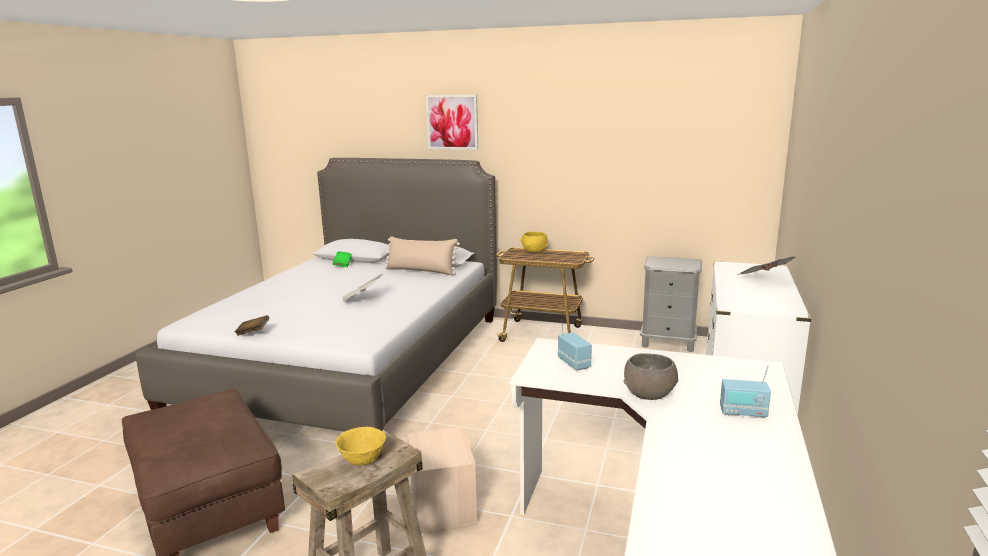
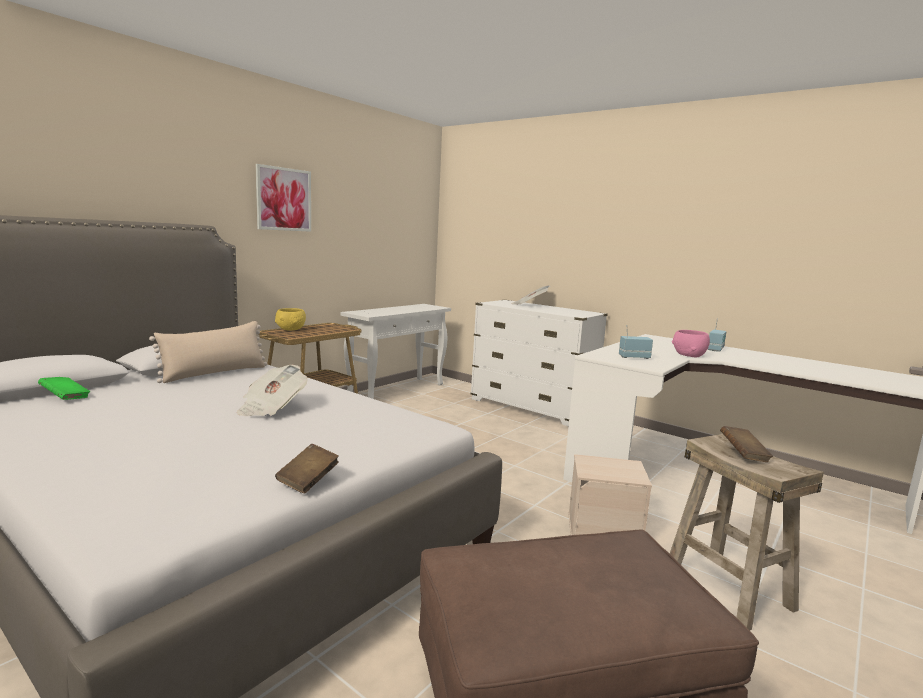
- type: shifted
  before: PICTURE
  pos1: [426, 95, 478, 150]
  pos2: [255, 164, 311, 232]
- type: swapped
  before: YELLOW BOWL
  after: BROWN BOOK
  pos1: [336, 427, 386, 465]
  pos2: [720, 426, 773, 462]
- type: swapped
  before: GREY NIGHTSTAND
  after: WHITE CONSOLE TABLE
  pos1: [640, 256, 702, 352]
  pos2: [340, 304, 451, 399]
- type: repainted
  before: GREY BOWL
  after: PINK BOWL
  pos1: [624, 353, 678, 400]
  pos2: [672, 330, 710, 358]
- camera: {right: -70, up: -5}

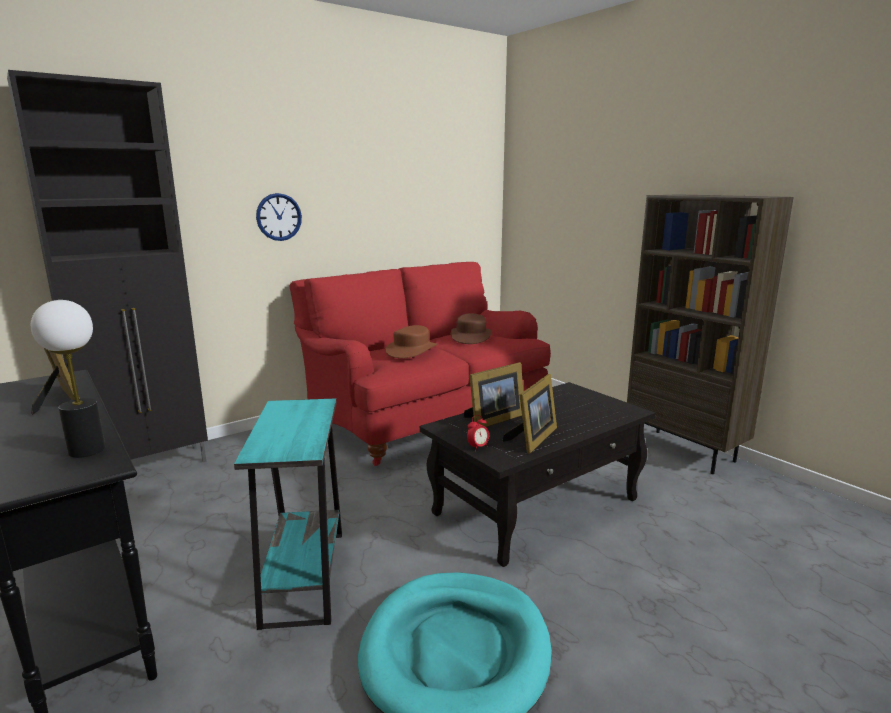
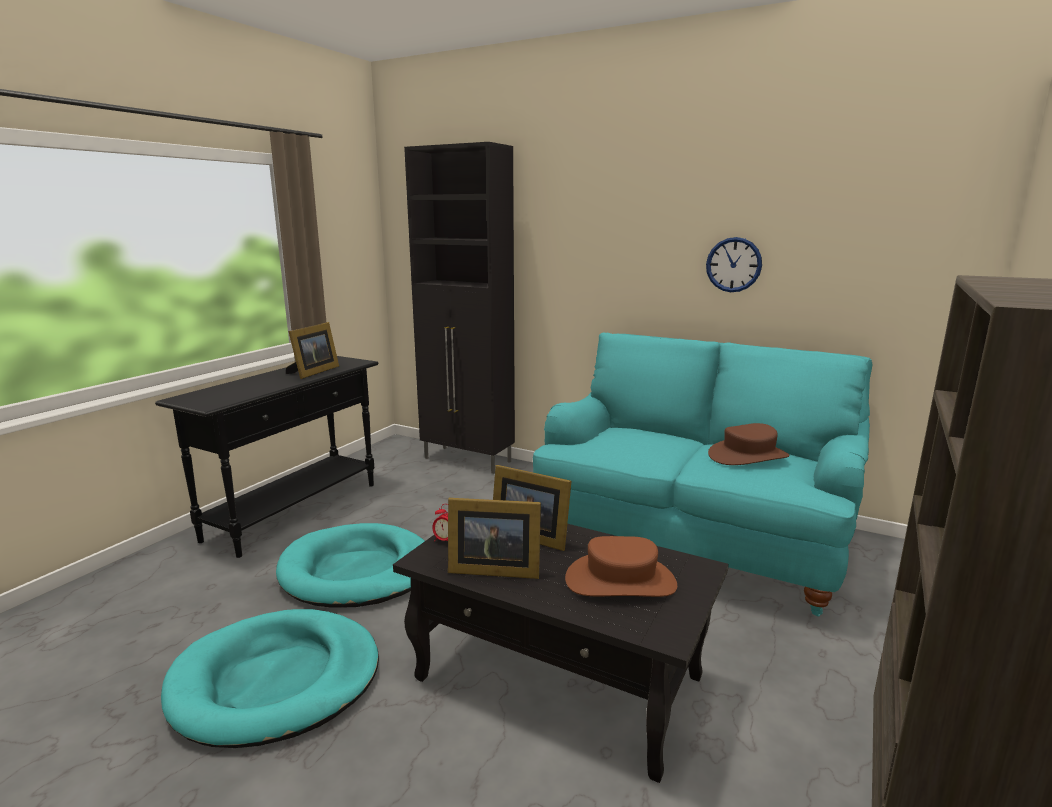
- type: gone
  before: TABLE LAMP
  pos1: [31, 300, 106, 458]
- type: shifted
  before: WALL CLOCK
  pos1: [256, 193, 302, 241]
  pos2: [706, 237, 762, 292]
- type: shifted
  before: BROWN HAT
  pos1: [385, 325, 437, 358]
  pos2: [565, 536, 677, 597]
- type: swapped
  before: TURQUOISE SIDE TABLE
  after: TURQUOISE DOG BED
  pos1: [234, 399, 342, 630]
  pos2: [276, 523, 425, 608]
- type: repainted
  before: RED SOFA
  after: TURQUOISE SOFA
  pos1: [290, 262, 551, 466]
  pos2: [533, 333, 873, 617]
- camera: {right: 65, up: 0}

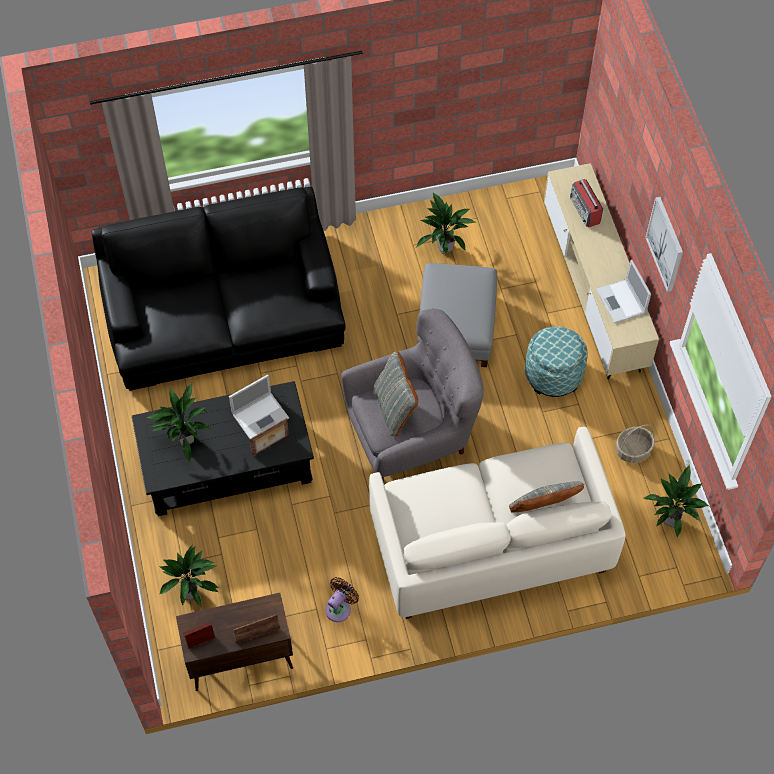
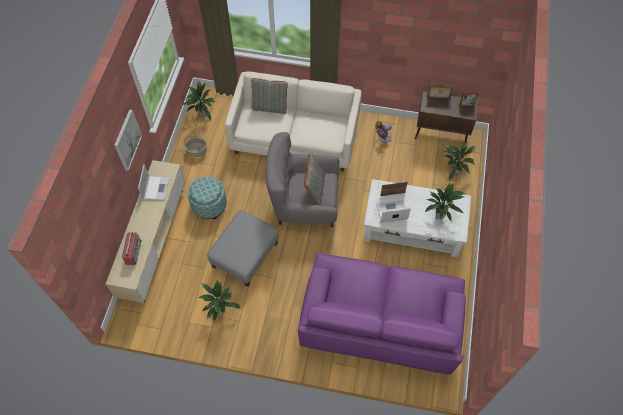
- type: repainted
  before: BLACK SOFA
  after: PURPLE SOFA
  pos1: [91, 187, 346, 391]
  pos2: [298, 253, 466, 374]
- type: repainted
  before: BLACK COFFEE TABLE
  after: WHITE COFFEE TABLE
  pos1: [132, 381, 314, 516]
  pos2: [363, 179, 471, 257]
- camera: {right: -155, up: 0}

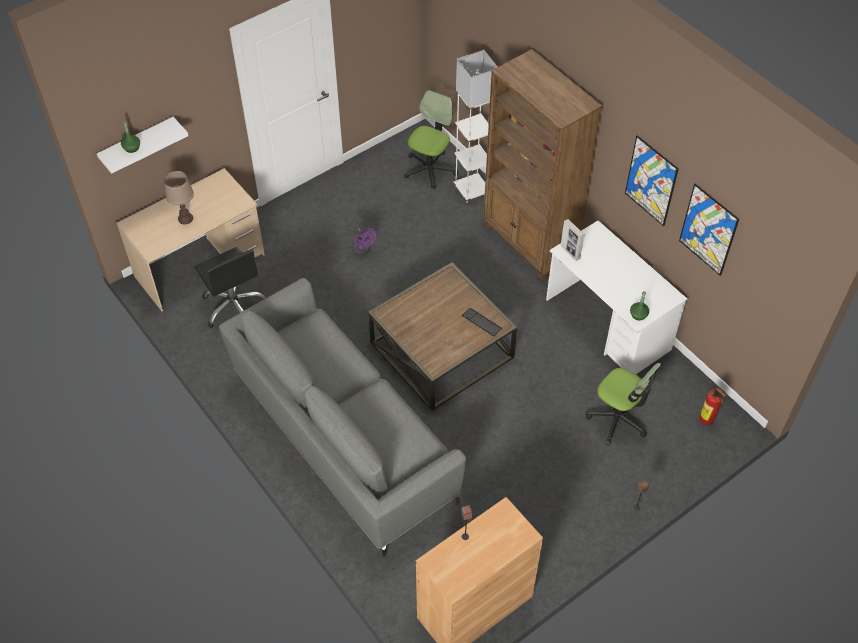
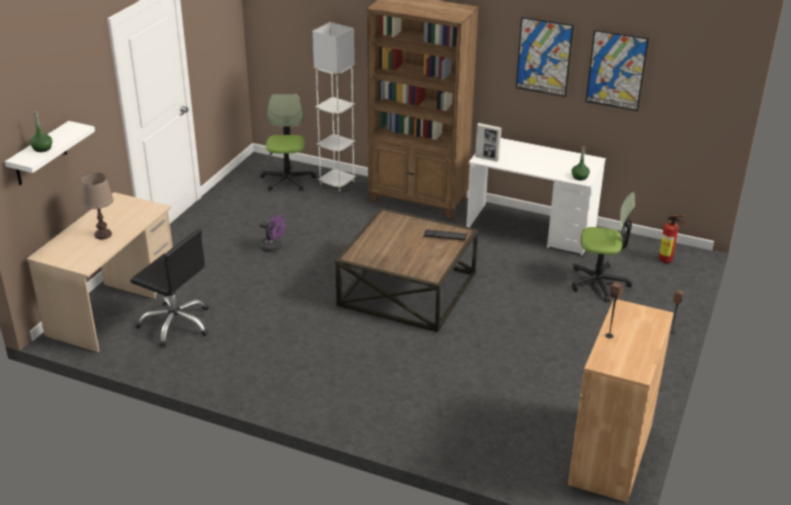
- type: gone
  before: GREY SOFA
  pos1: [219, 278, 466, 556]
- camera: {right: -30, up: -20}

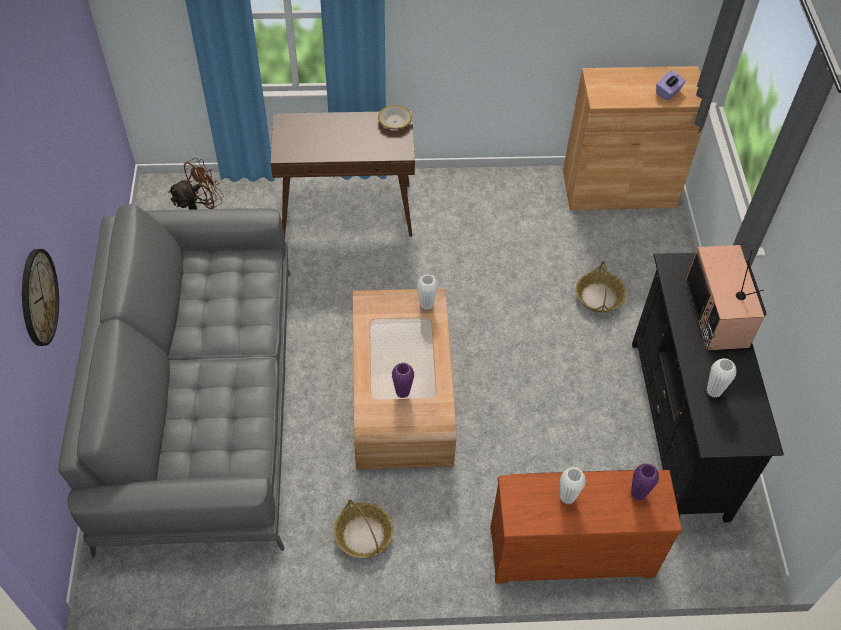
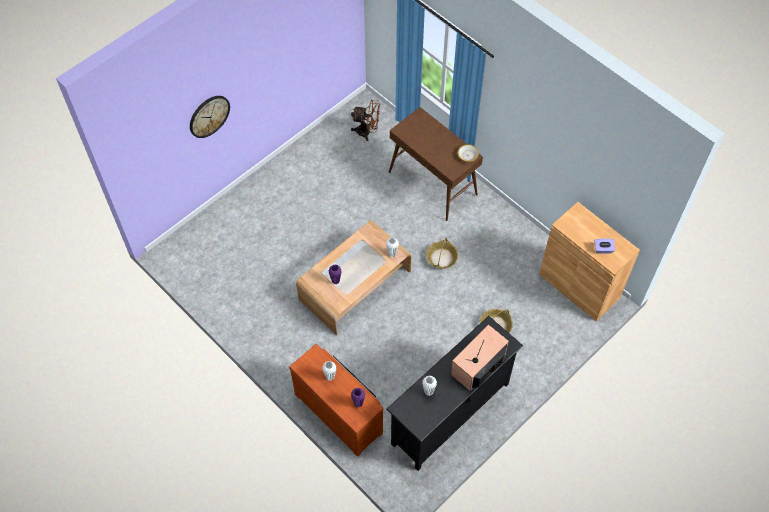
- type: gone
  before: GREY SOFA
  pos1: [58, 204, 290, 558]
- type: shifted
  before: BASKET
  pos1: [334, 500, 393, 558]
  pos2: [426, 237, 458, 269]
- camera: {right: 50, up: 5}

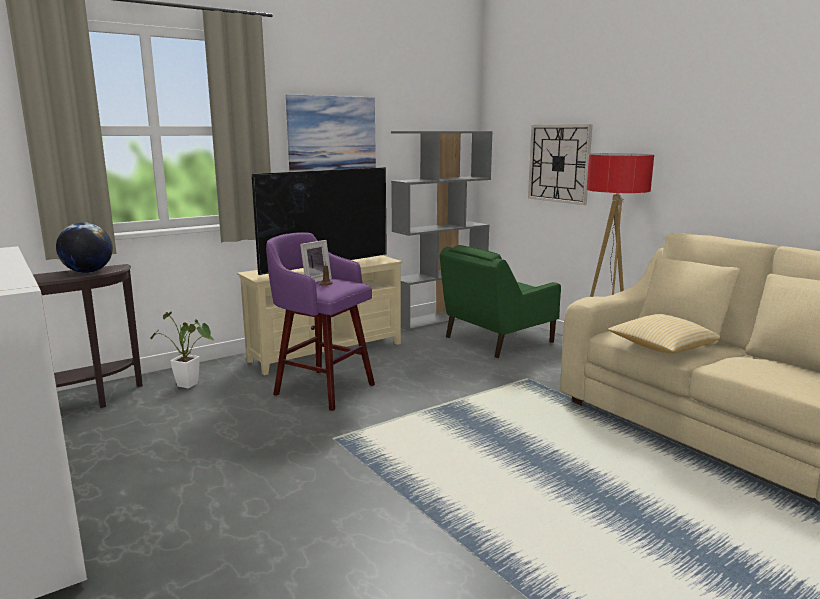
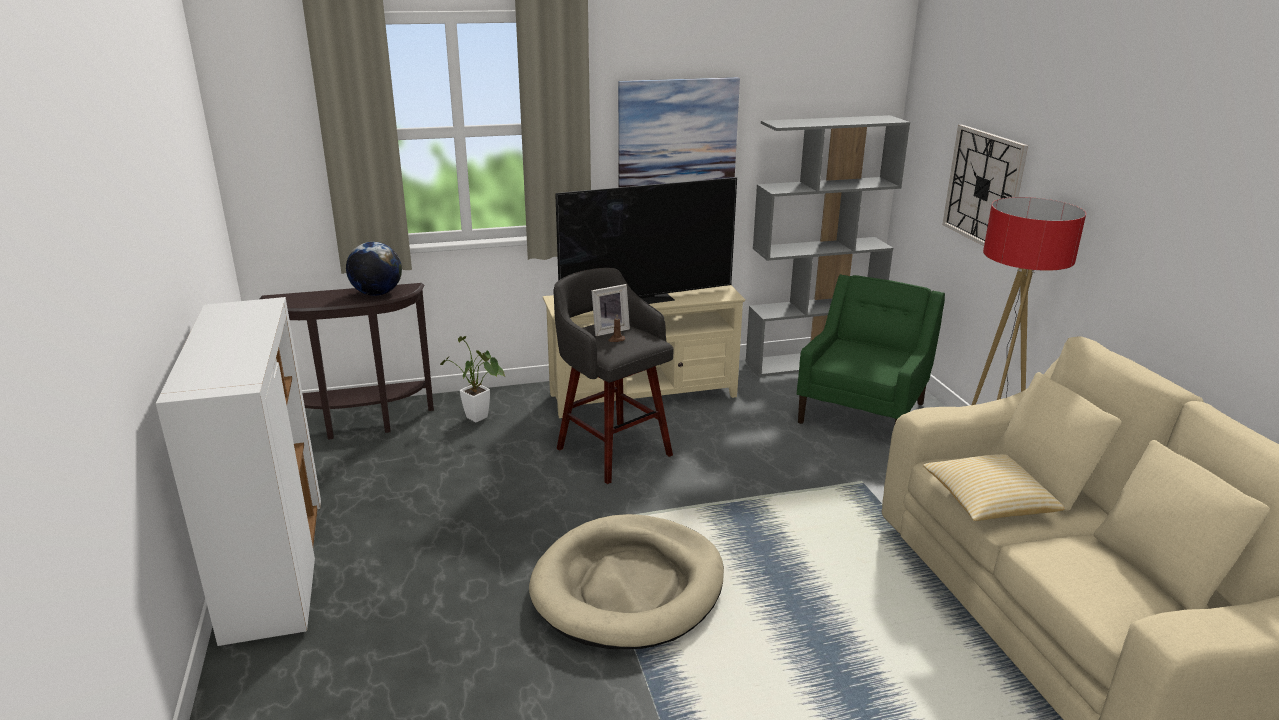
- type: new
  after: BEIGE DOG BED
  pos2: [529, 514, 724, 649]
- type: repainted
  before: PURPLE STOOL
  after: GREY STOOL
  pos1: [266, 232, 375, 411]
  pos2: [553, 268, 674, 484]
- type: rotated
  before: GREEN ARMCHAIR
  pos1: [440, 245, 561, 359]
  pos2: [797, 274, 945, 424]
  turn: 135
- camera: {right: 20, up: 10}

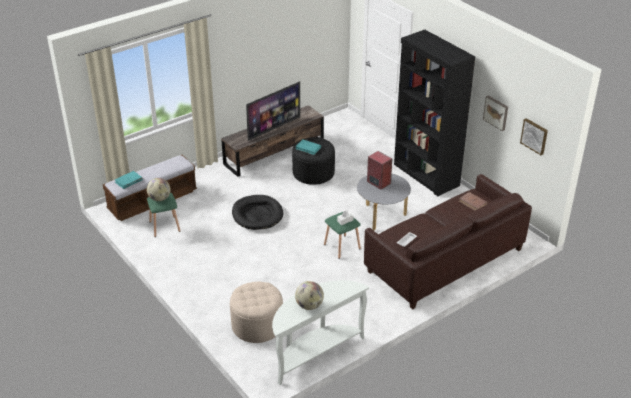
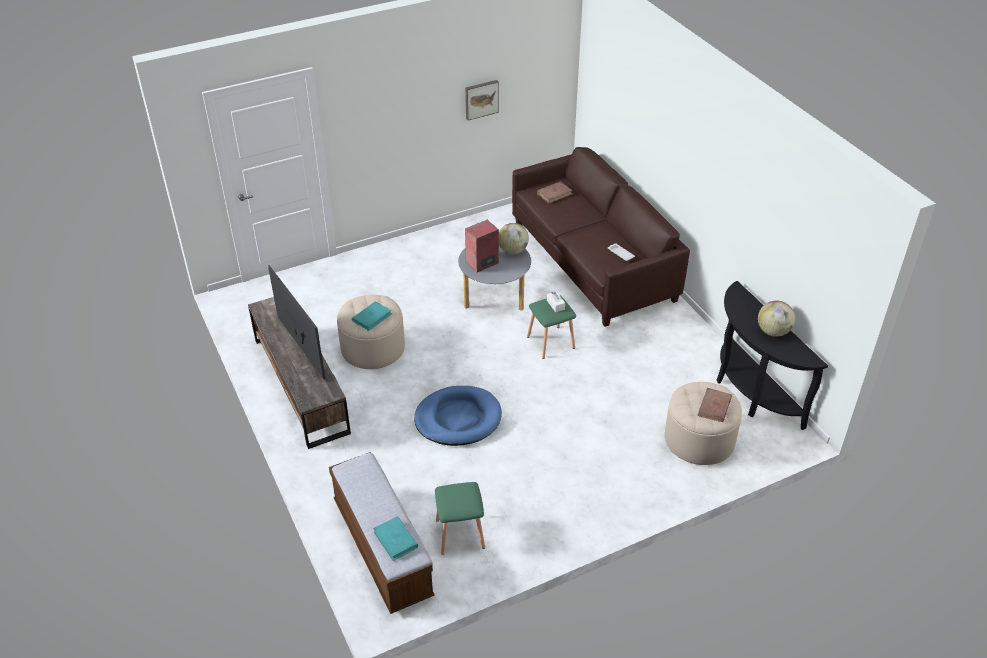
- type: gone
  before: BLACK BOOKCASE
  pos1: [394, 30, 475, 196]
- type: gone
  before: PICTURE
  pos1: [520, 118, 548, 155]
- type: new
  after: BROWN BOOK
  pos2: [697, 388, 732, 422]
- type: shifted
  before: GLOBE
  pos1: [147, 178, 170, 201]
  pos2: [499, 223, 529, 254]
- type: repainted
  before: BLACK DOG BED
  after: BLUE DOG BED
  pos1: [232, 195, 284, 230]
  pos2: [414, 386, 502, 446]
- type: repainted
  before: WHITE CONSOLE TABLE
  after: BLACK CONSOLE TABLE
  pos1: [272, 280, 369, 385]
  pos2: [717, 281, 828, 430]
- type: repainted
  before: BLACK OTTOMAN
  after: BEIGE OTTOMAN
  pos1: [292, 137, 335, 185]
  pos2: [337, 295, 405, 369]
- camera: {right: -80, up: 5}

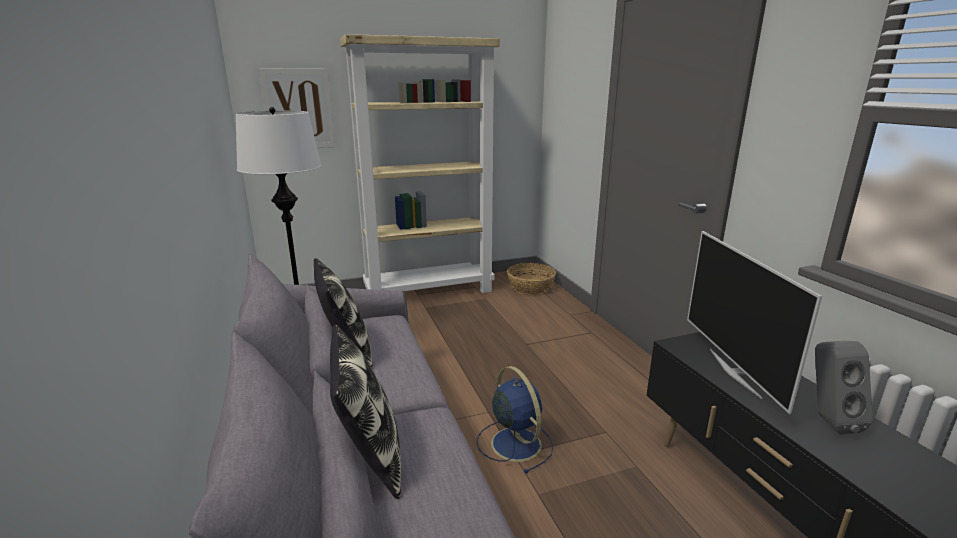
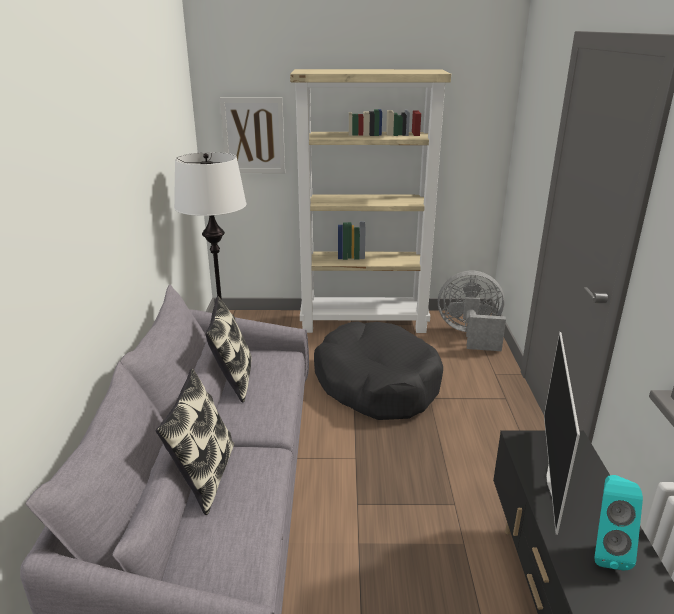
- type: gone
  before: BLUE FAN
  pos1: [477, 366, 553, 473]
- type: new
  after: BLACK DOG BED
  pos2: [314, 321, 443, 420]
- type: swapped
  before: BASKET
  after: GREY FAN
  pos1: [507, 263, 556, 295]
  pos2: [438, 271, 506, 351]
- type: repainted
  before: GREY SPEAKER
  after: TURQUOISE SPEAKER
  pos1: [815, 341, 873, 435]
  pos2: [594, 475, 643, 570]
- camera: {right: 20, up: 5}

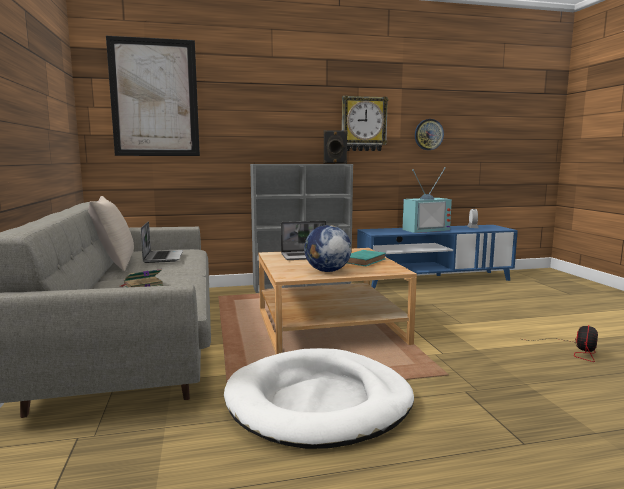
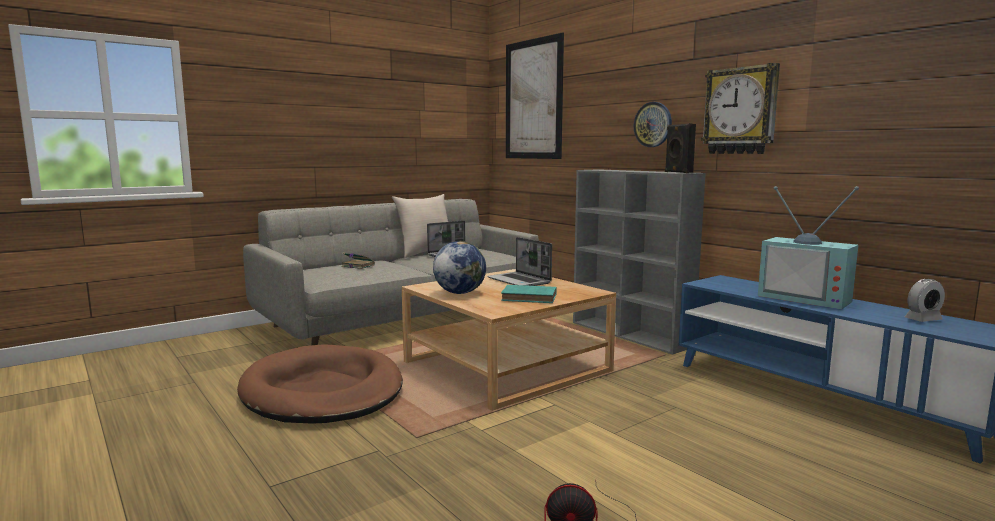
- type: shifted
  before: WALL CLOCK
  pos1: [415, 119, 444, 150]
  pos2: [634, 102, 672, 147]
- type: repainted
  before: WHITE DOG BED
  after: BROWN DOG BED
  pos1: [224, 348, 414, 449]
  pos2: [237, 344, 403, 424]
- camera: {right: 65, up: 0}

